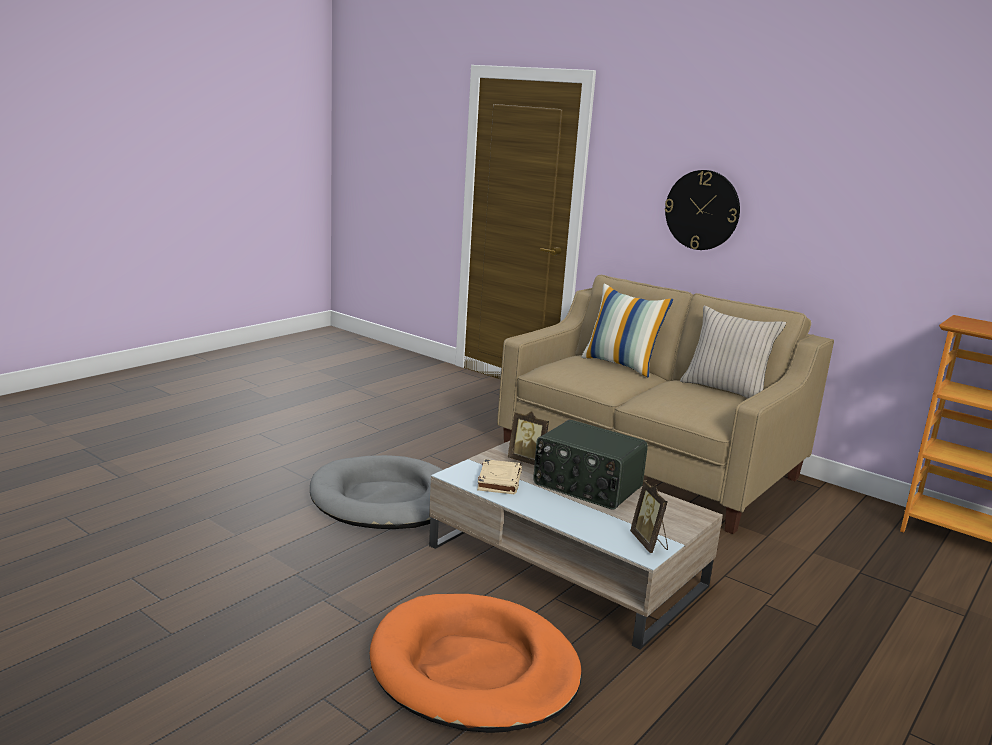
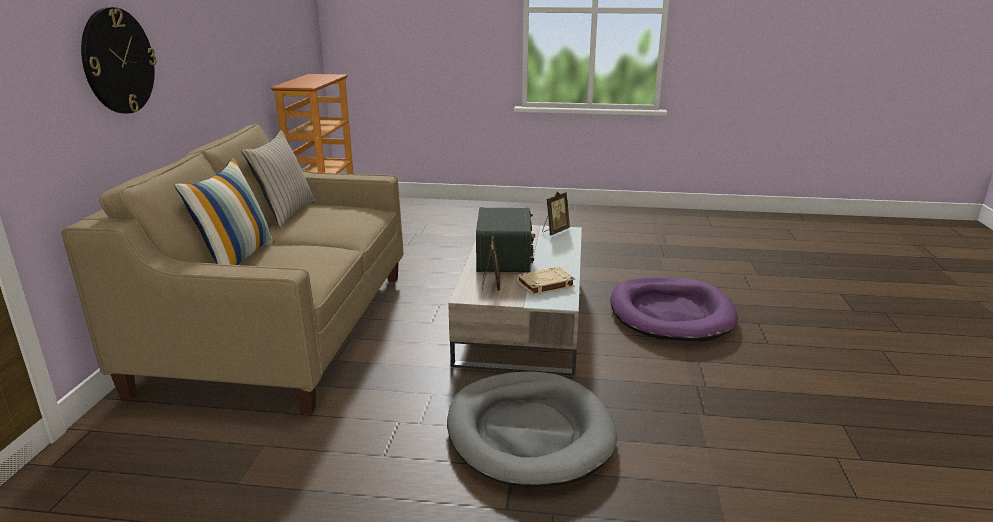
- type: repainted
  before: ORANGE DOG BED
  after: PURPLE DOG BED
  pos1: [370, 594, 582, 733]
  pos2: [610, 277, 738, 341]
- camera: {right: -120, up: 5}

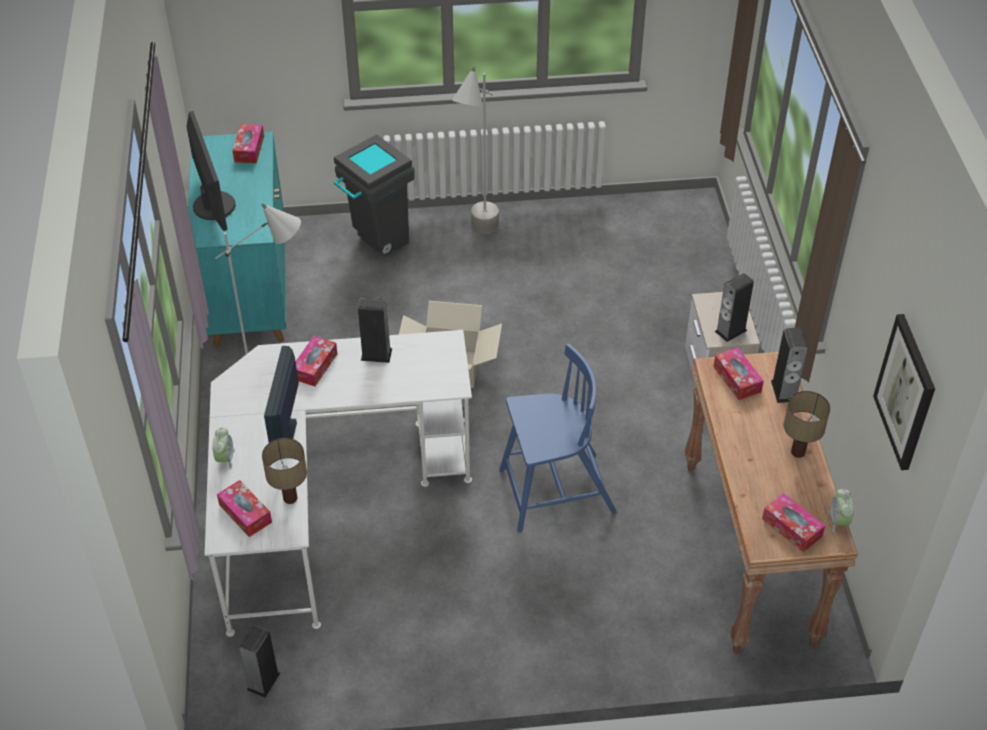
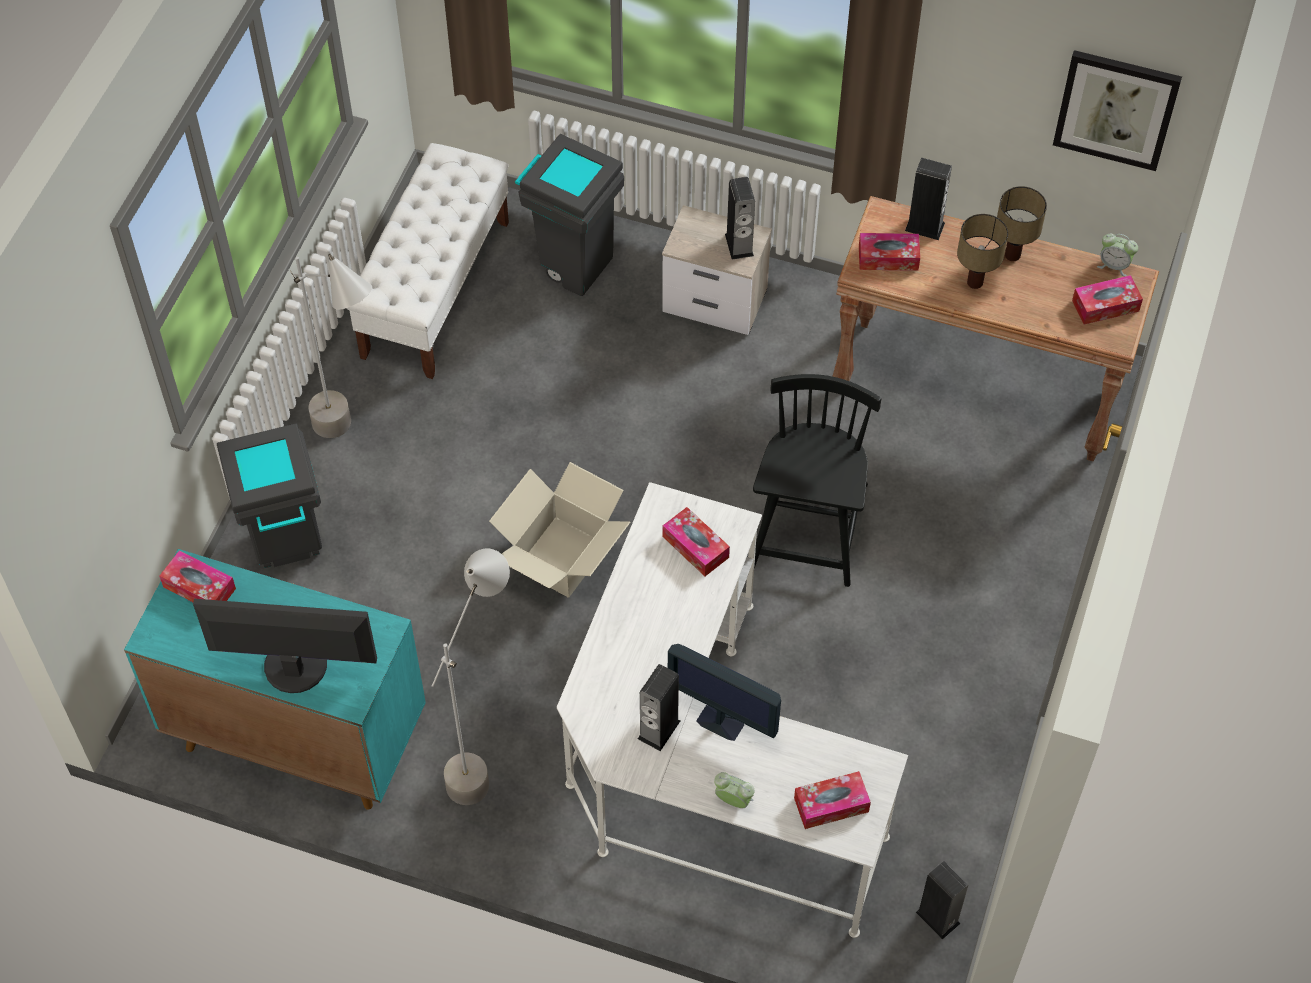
- type: new
  after: WHITE BENCH
  pos2: [347, 143, 509, 379]
- type: new
  after: GREY TRASH CAN
  pos2: [515, 134, 624, 296]
- type: shifted
  before: TABLE LAMP
  pos1: [262, 438, 307, 504]
  pos2: [957, 214, 1008, 289]
- type: shifted
  before: TISSUE BOX
  pos1: [296, 336, 337, 386]
  pos2: [663, 507, 730, 576]
- type: shifted
  before: SPEAKER
  pos1: [358, 297, 392, 363]
  pos2: [638, 664, 680, 751]
- type: repainted
  before: BLUE CHAIR
  after: BLACK CHAIR
  pos1: [499, 344, 617, 533]
  pos2: [753, 374, 881, 587]
- camera: {right: -65, up: 10}

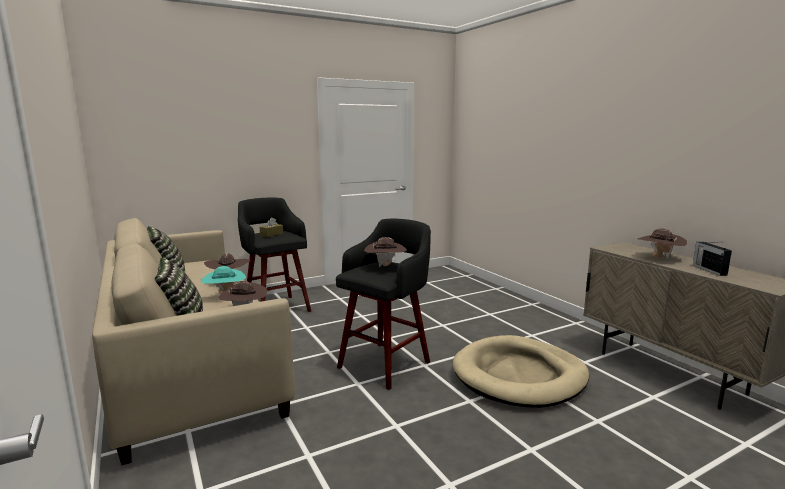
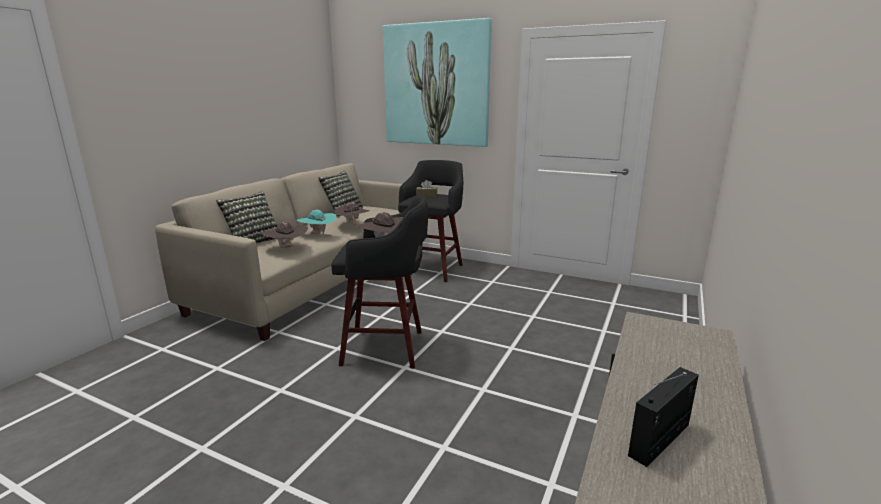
- type: gone
  before: BEIGE DOG BED
  pos1: [452, 335, 589, 408]
- type: gone
  before: BROWN HAT
  pos1: [637, 228, 687, 259]
- type: new
  after: PICTURE
  pos2: [383, 18, 492, 147]
- camera: {right: 55, up: 5}

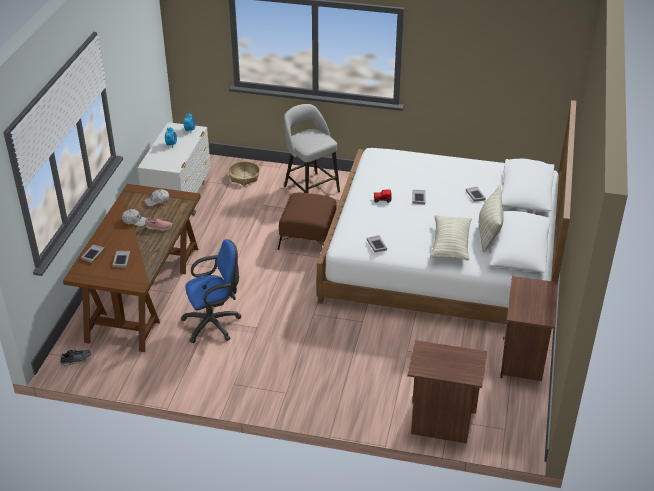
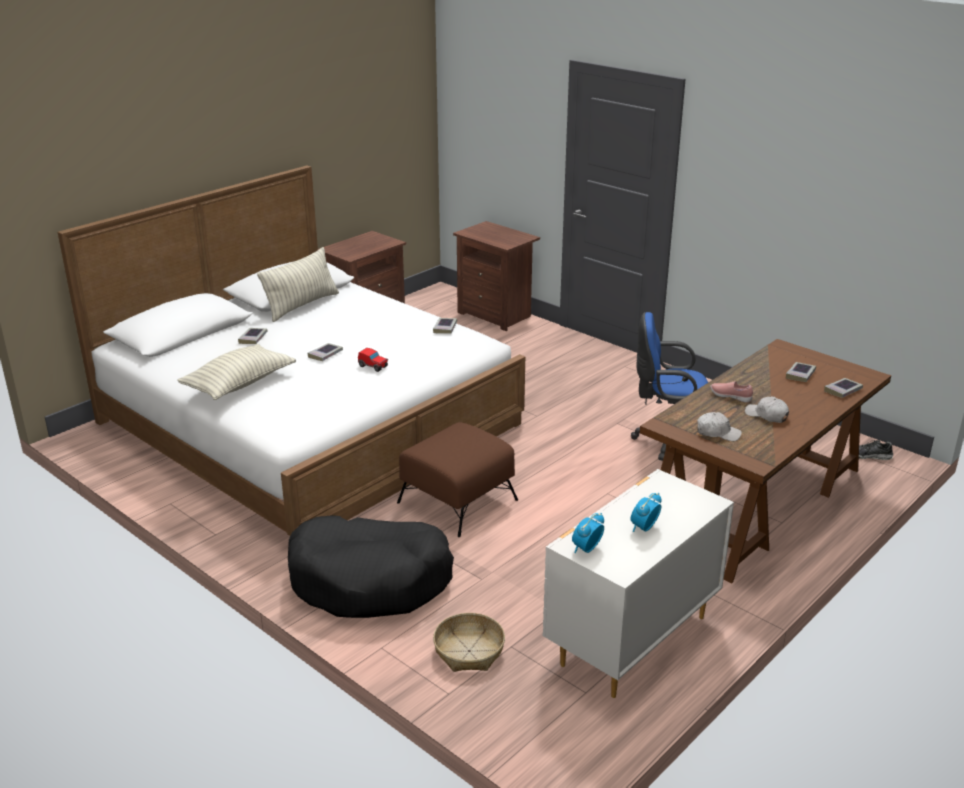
- type: shifted
  before: PILLOW
  pos1: [430, 215, 472, 260]
  pos2: [177, 344, 296, 400]
- type: swapped
  before: GREY STOOL
  after: BLACK DOG BED
  pos1: [284, 104, 340, 193]
  pos2: [288, 515, 454, 618]
- camera: {right: -150, up: -10}

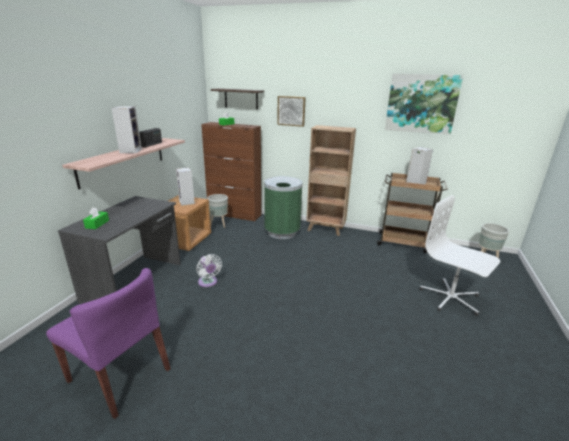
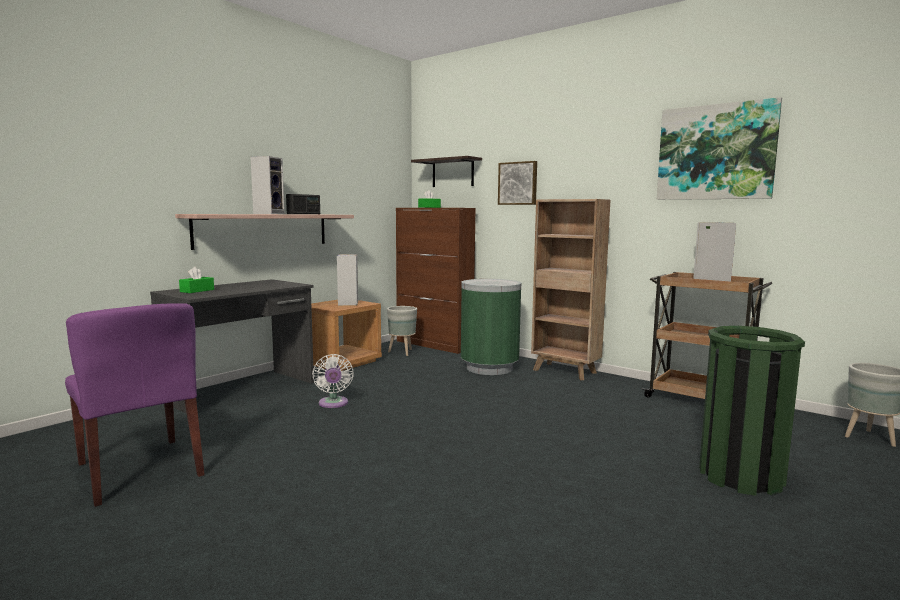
- type: swapped
  before: WHITE OFFICE CHAIR
  after: GREEN TRASH CAN
  pos1: [420, 195, 500, 316]
  pos2: [699, 326, 805, 496]
- camera: {right: 20, up: -15}

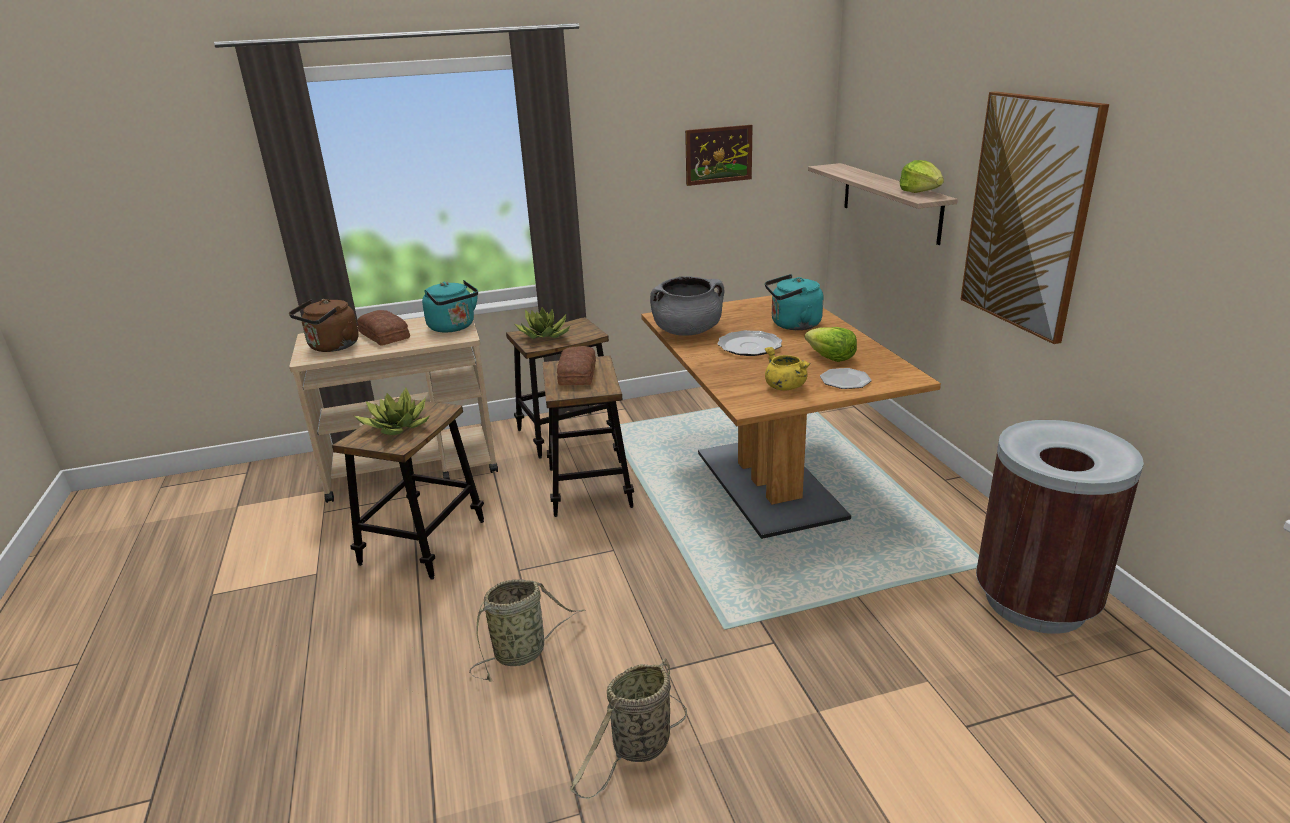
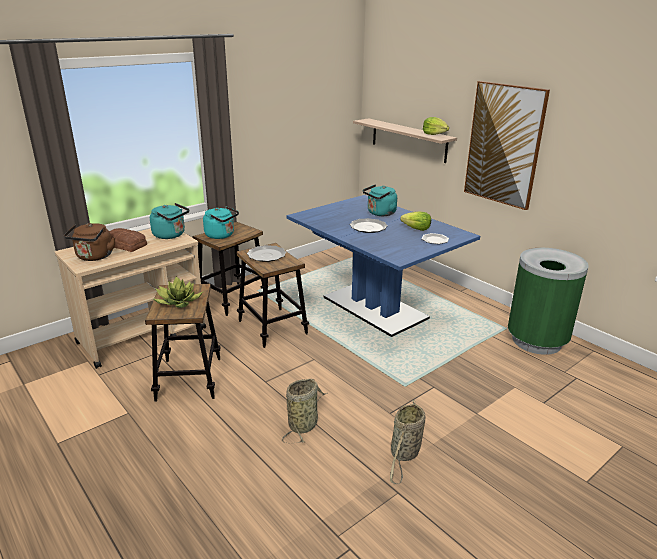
- type: gone
  before: GREY COOKING POT
  pos1: [650, 276, 724, 336]
- type: gone
  before: PICTURE
  pos1: [685, 125, 753, 186]
- type: gone
  before: YELLOW COOKING POT
  pos1: [765, 347, 810, 391]
- type: swapped
  before: POTTED PLANT
  after: TURQUOISE KETTLE
  pos1: [515, 307, 570, 339]
  pos2: [203, 206, 239, 239]
- type: swapped
  before: BREAD
  after: PLATE
  pos1: [557, 346, 596, 386]
  pos2: [247, 245, 286, 262]
- type: repainted
  before: BROWN DINING TABLE
  after: BLUE DINING TABLE
  pos1: [641, 295, 941, 539]
  pos2: [286, 195, 480, 337]
- type: repainted
  before: BROWN TRASH CAN
  after: GREEN TRASH CAN
  pos1: [976, 420, 1144, 634]
  pos2: [508, 248, 589, 355]
- camera: {right: -25, up: 0}

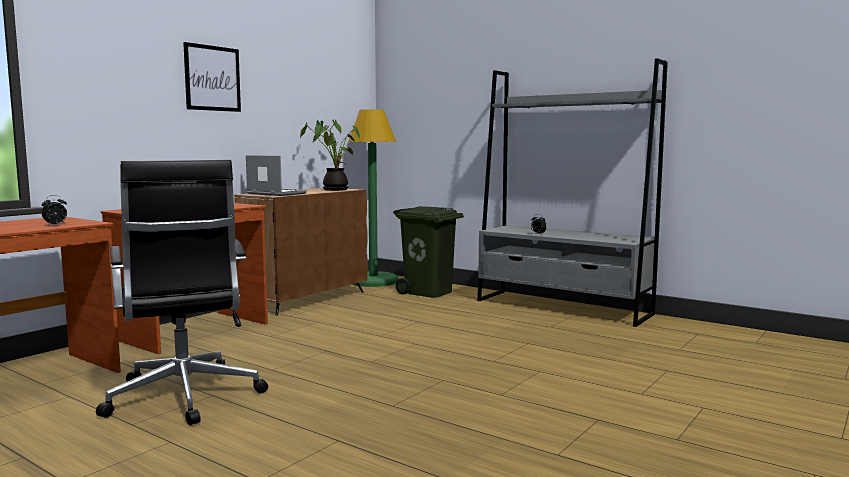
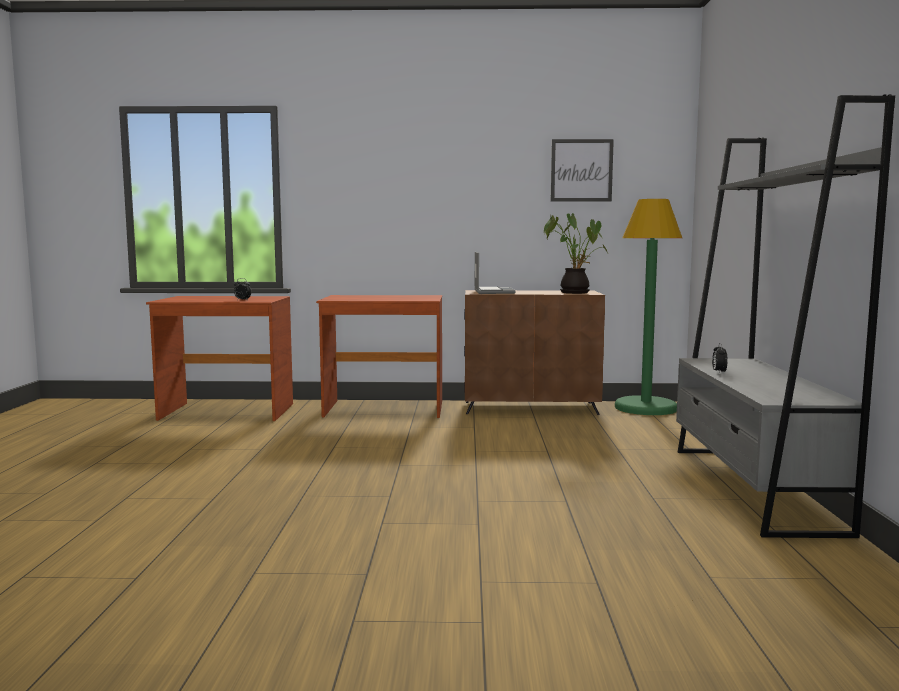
- type: gone
  before: BLACK OFFICE CHAIR
  pos1: [96, 160, 268, 425]
- type: gone
  before: GREEN TRASH CAN
  pos1: [393, 206, 464, 298]
- type: shifted
  before: PICTURE
  pos1: [183, 42, 241, 112]
  pos2: [551, 139, 614, 202]
- camera: {right: 55, up: 0}

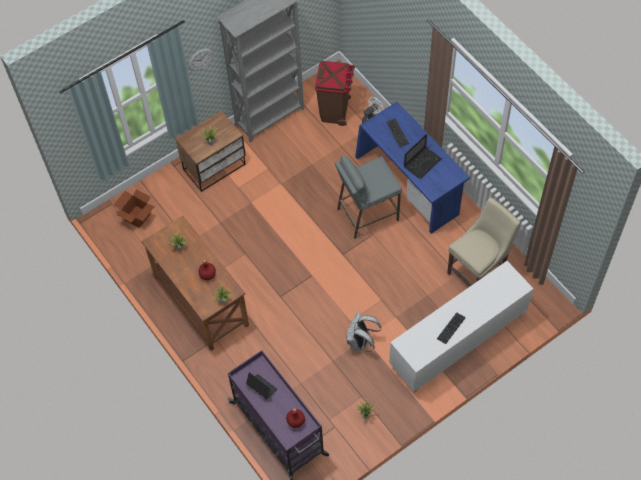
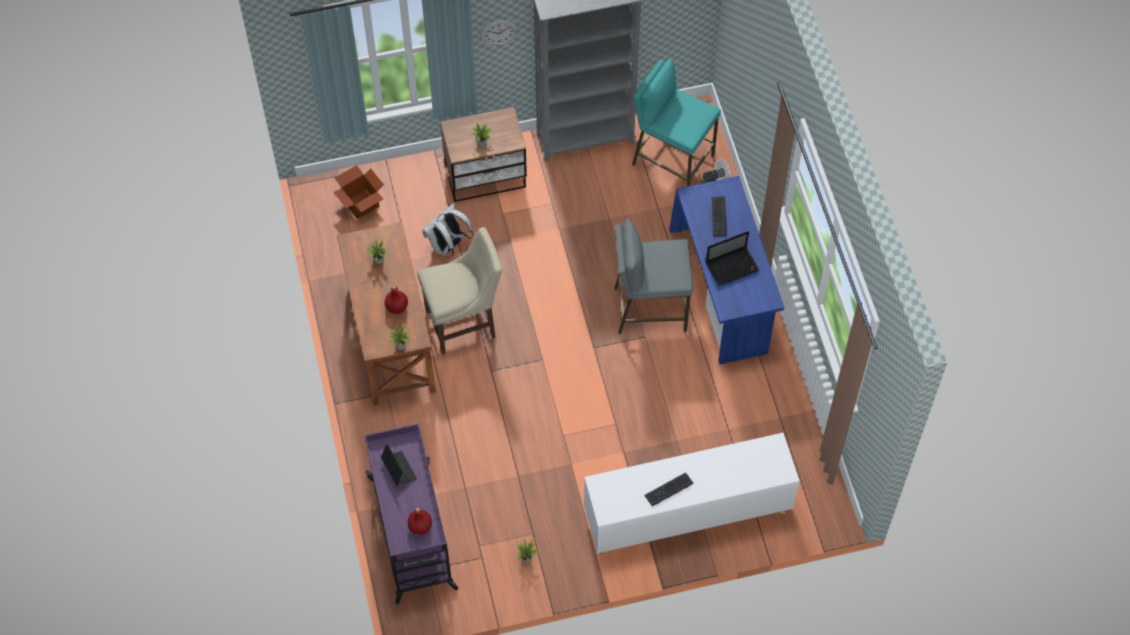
- type: shifted
  before: WHITE BACKPACK
  pos1: [346, 311, 381, 352]
  pos2: [423, 203, 474, 258]
- type: shifted
  before: BEIGE CHAIR
  pos1: [447, 198, 520, 286]
  pos2: [417, 227, 502, 354]
- type: swapped
  before: BROWN TRASH CAN
  after: TURQUOISE STOOL
  pos1: [315, 61, 355, 126]
  pos2: [632, 58, 721, 187]
- camera: {right: 20, up: 0}

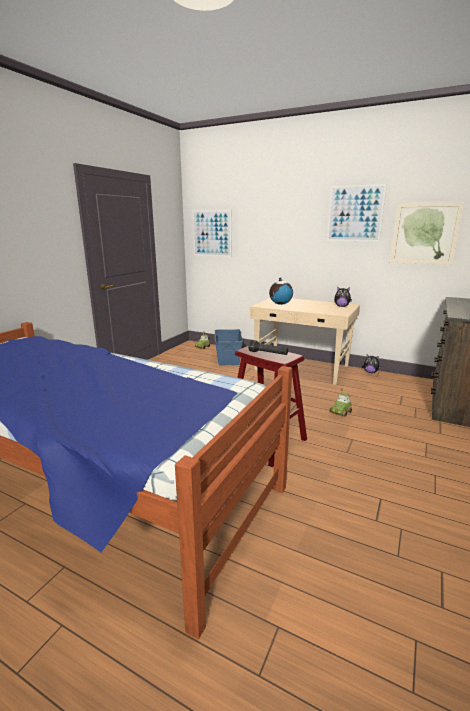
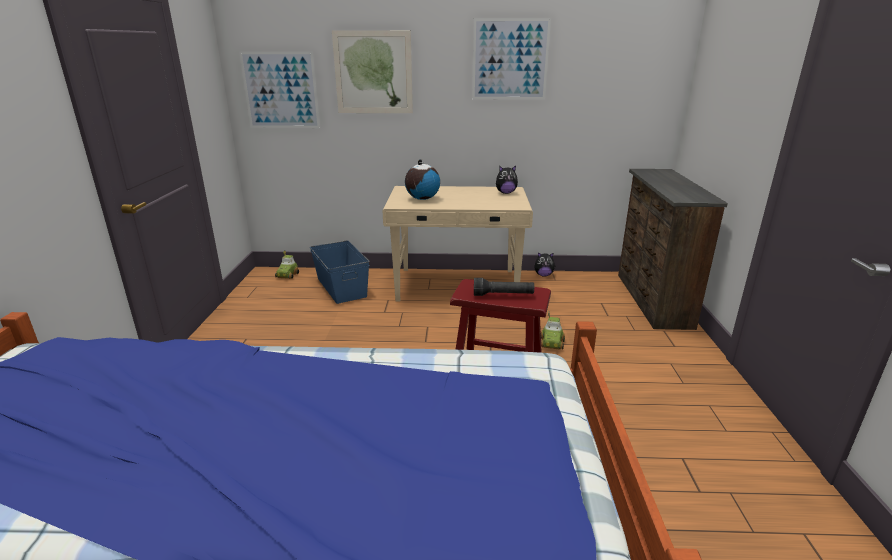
- type: shifted
  before: PICTURE
  pos1: [390, 202, 465, 265]
  pos2: [332, 30, 413, 113]
- camera: {right: -25, up: 5}

